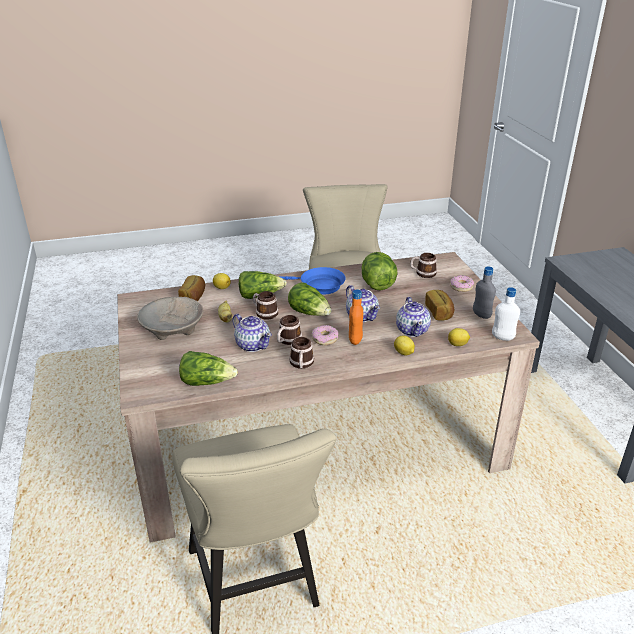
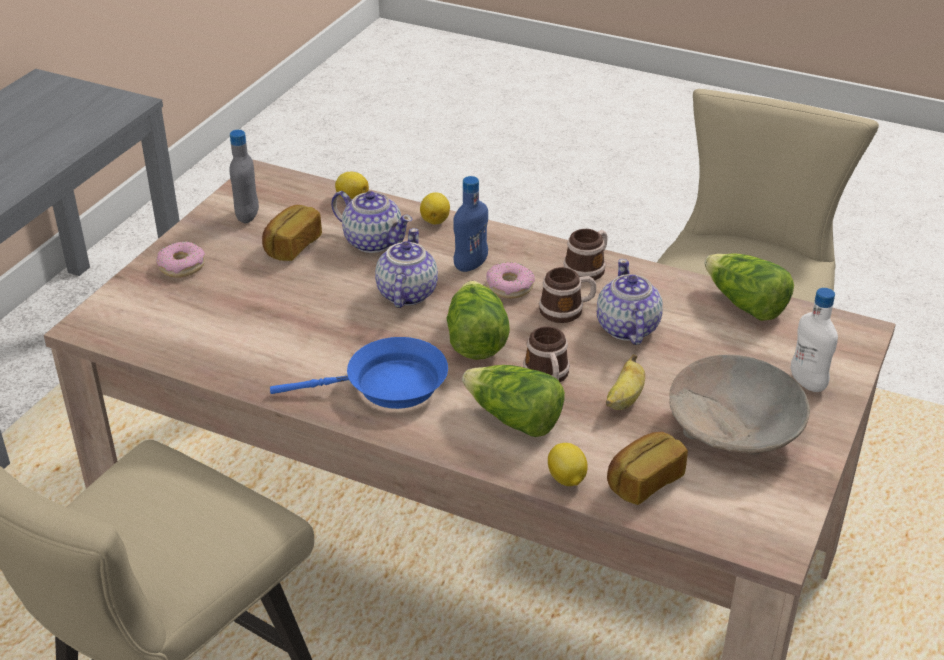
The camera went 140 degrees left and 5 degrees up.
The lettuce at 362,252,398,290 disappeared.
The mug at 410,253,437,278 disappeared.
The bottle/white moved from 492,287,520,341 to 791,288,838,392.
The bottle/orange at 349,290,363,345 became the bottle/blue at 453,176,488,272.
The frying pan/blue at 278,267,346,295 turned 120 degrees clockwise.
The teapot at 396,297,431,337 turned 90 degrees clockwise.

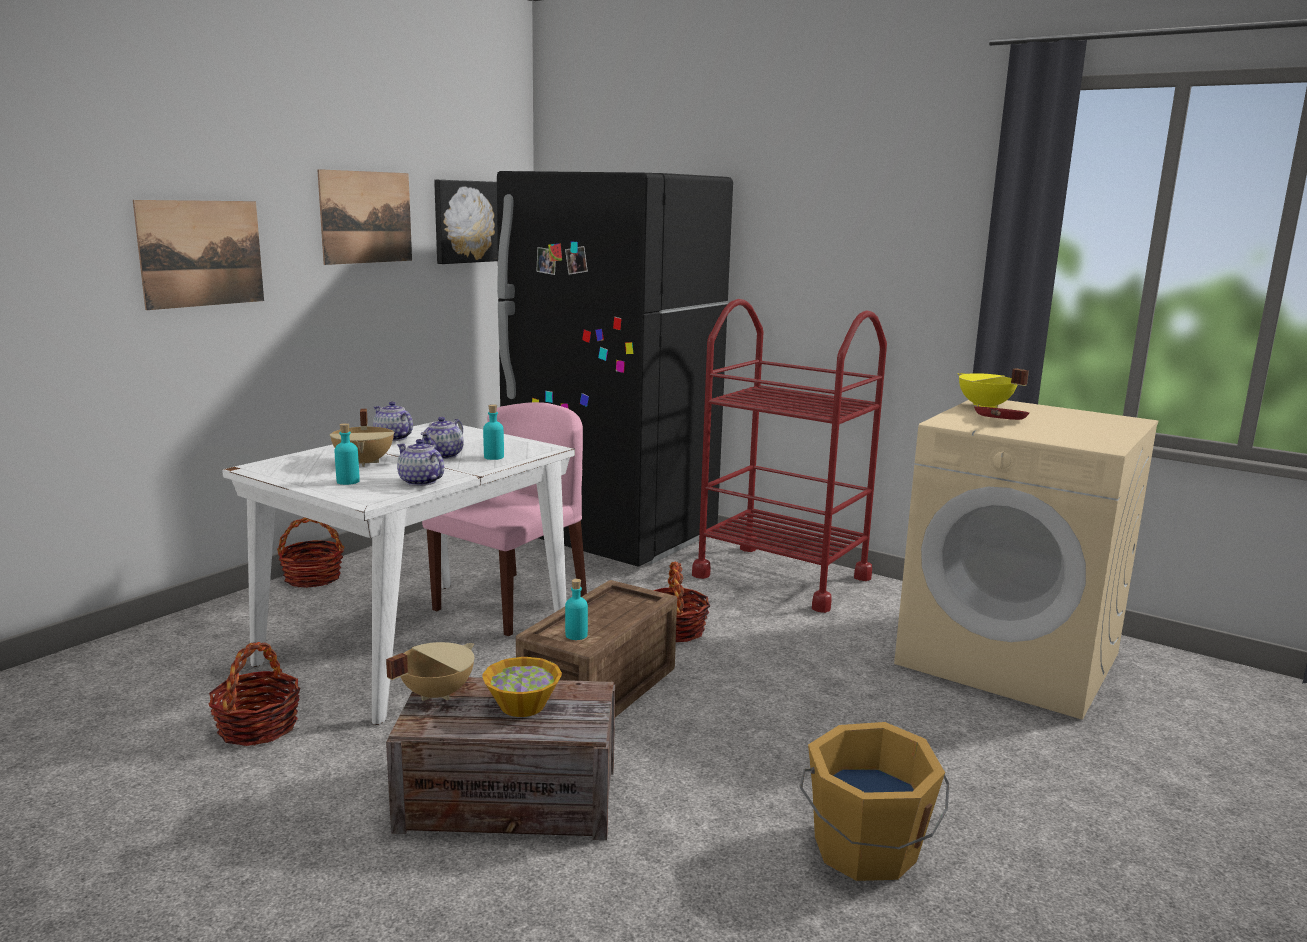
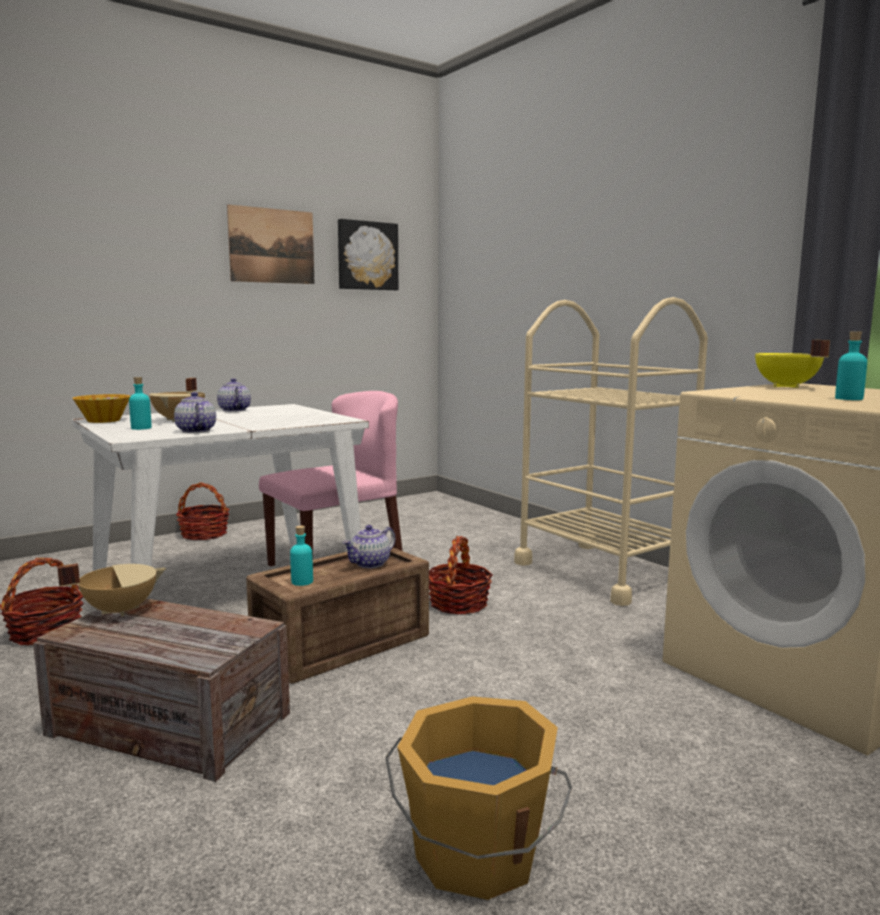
The camera went 20 degrees right and 5 degrees down.
The picture at 133,200,264,310 disappeared.
The fridge/black at 497,171,733,567 disappeared.
The frying pan/red at 974,406,1030,420 disappeared.
The teapot moved from 421,417,464,459 to 343,525,395,568.
The bowl moved from 482,657,562,717 to 73,394,131,423.
The bottle/turquoise moved from 483,404,504,460 to 835,331,867,400.
The cart/red at 692,299,887,613 became the cart/beige at 514,297,708,606.

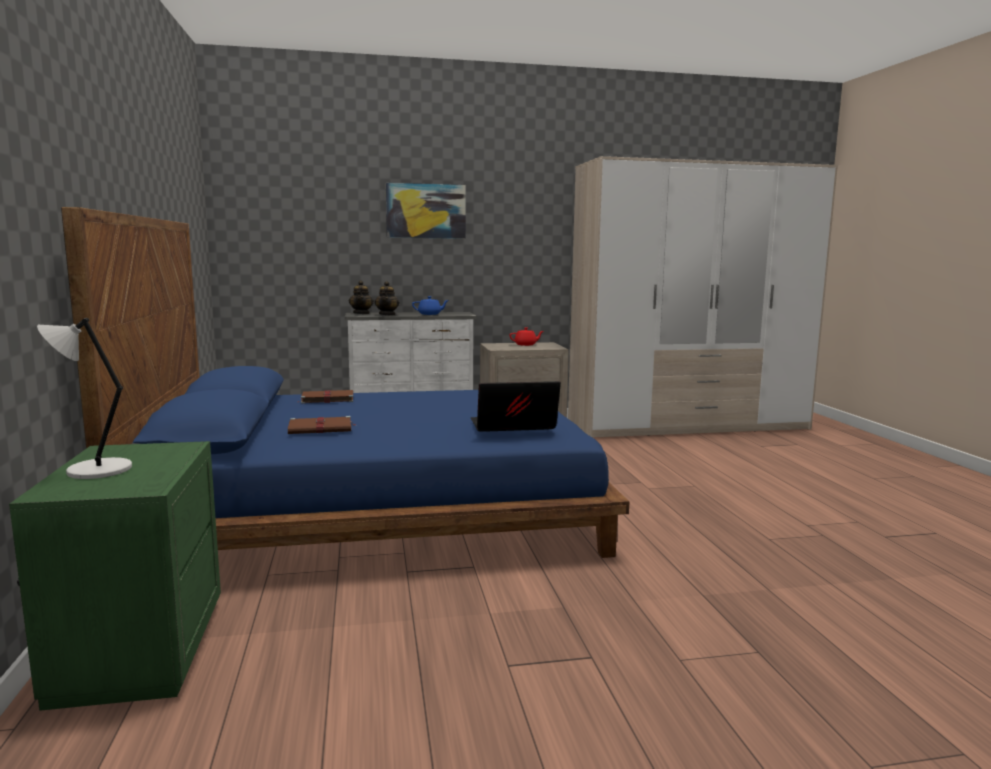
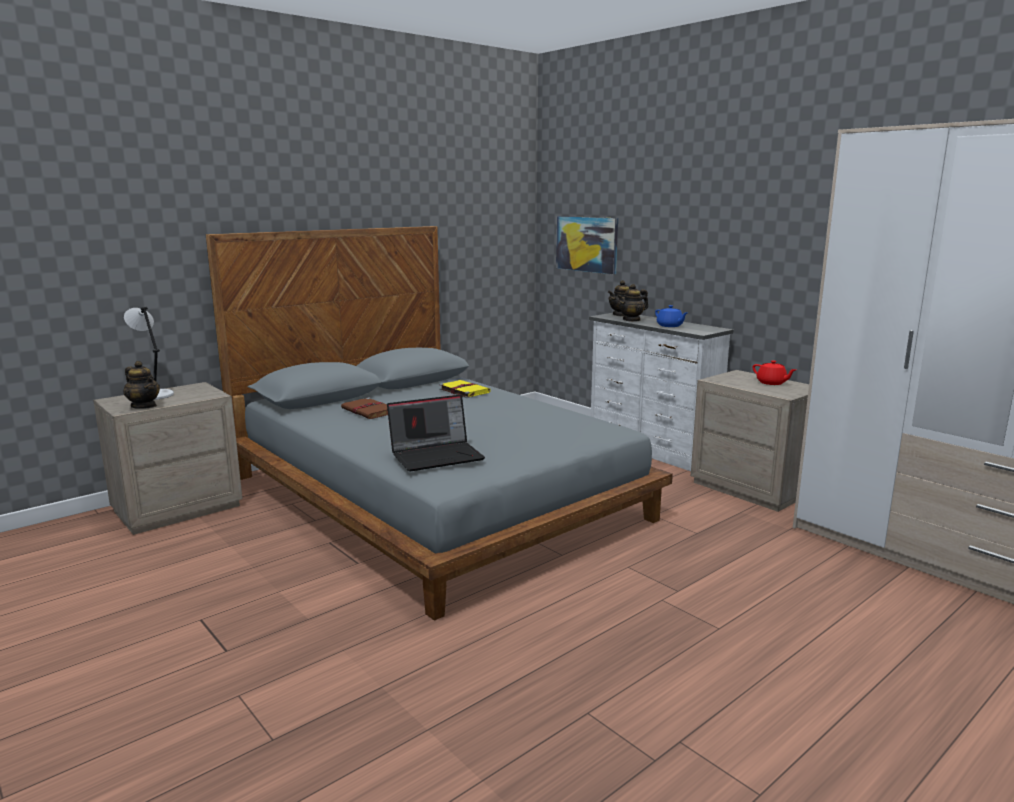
The camera went 60 degrees right and 5 degrees up.
The teapot at 123,361,160,409 appeared.
The picture moved from 386,183,466,239 to 556,216,618,275.
The nightstand/green at 9,441,221,711 became the nightstand/beige at 93,382,243,535.
The bed/blue at 61,207,629,558 became the bed/grey at 206,226,673,621.
The book/brown at 298,390,353,404 became the book/yellow at 439,380,491,398.
The laptop at 471,381,561,432 turned 105 degrees clockwise.

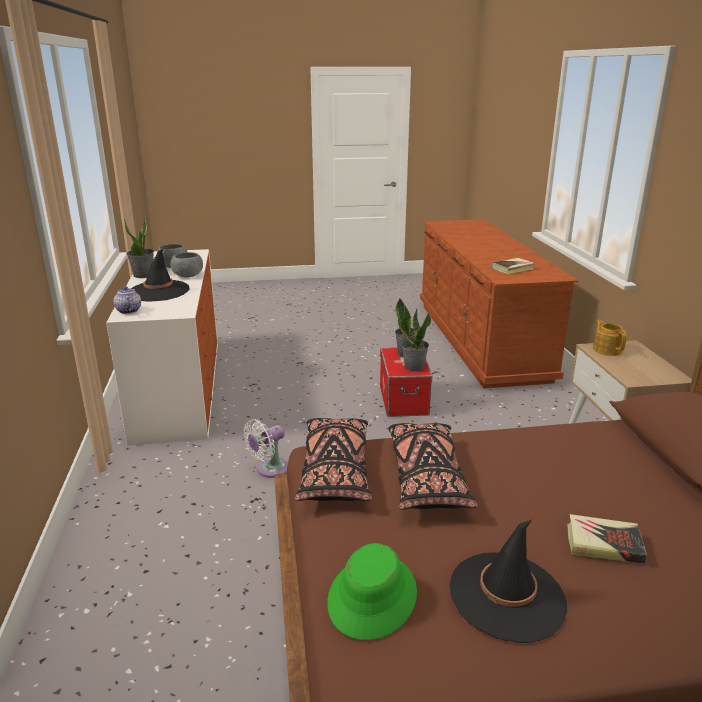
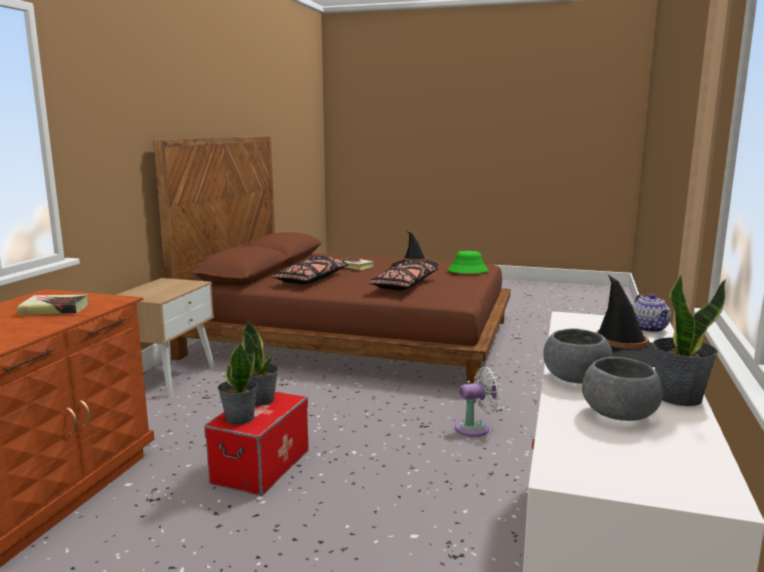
The camera went 155 degrees left and 10 degrees down.
The teapot at 593,320,627,356 disappeared.
The pillow/black moved from 295,418,372,501 to 272,256,349,285.

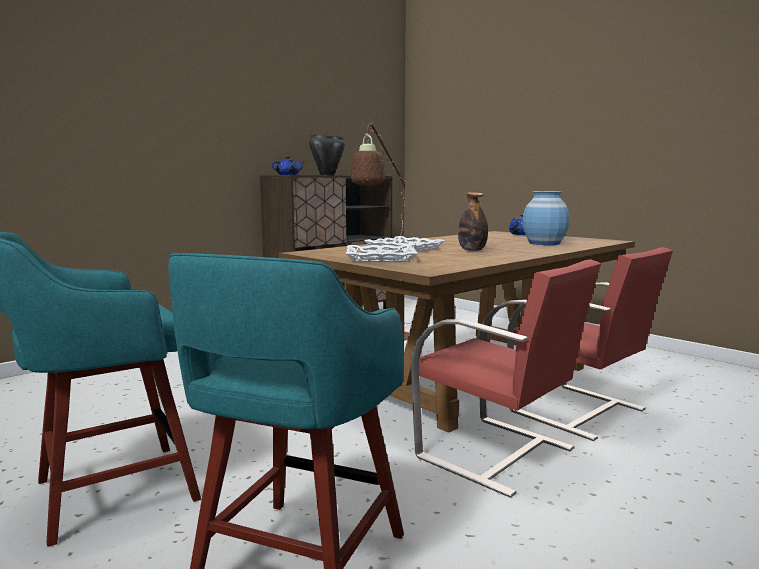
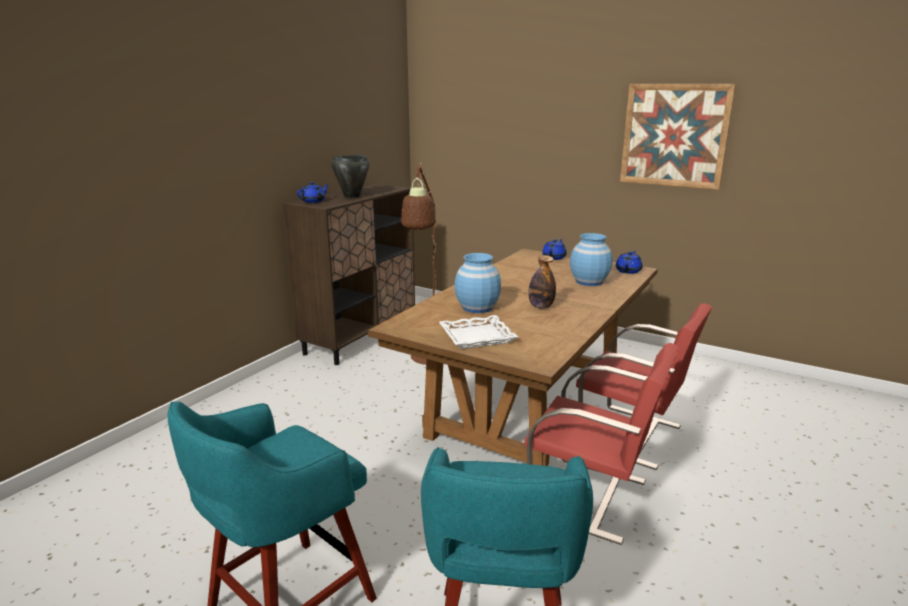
The camera went 15 degrees left and 10 degrees up.
The teapot/blue at 616,251,643,274 appeared.
The picture at 620,84,736,190 appeared.
The tray/white at 364,236,444,252 was replaced by the vase/blue at 454,253,501,313.

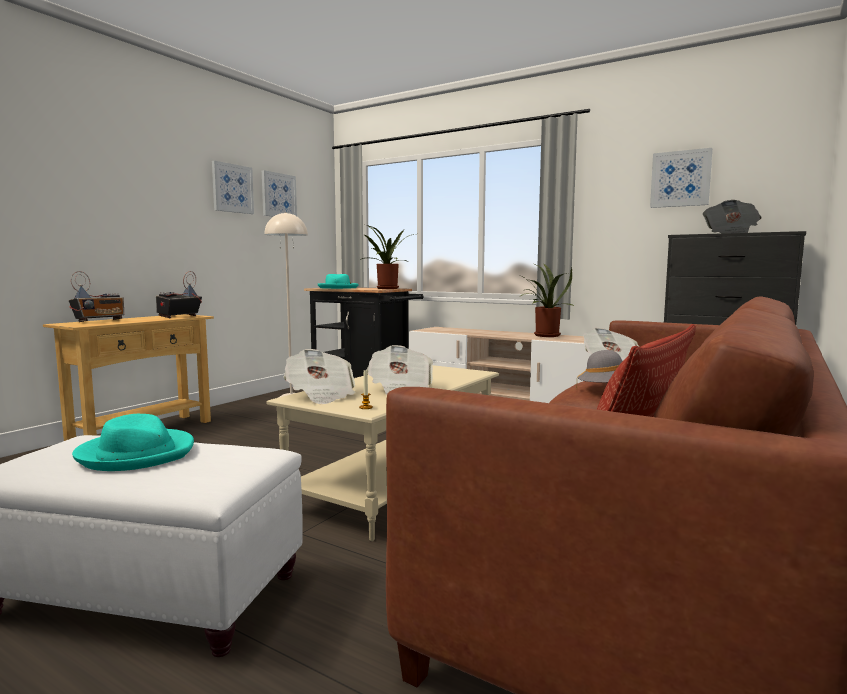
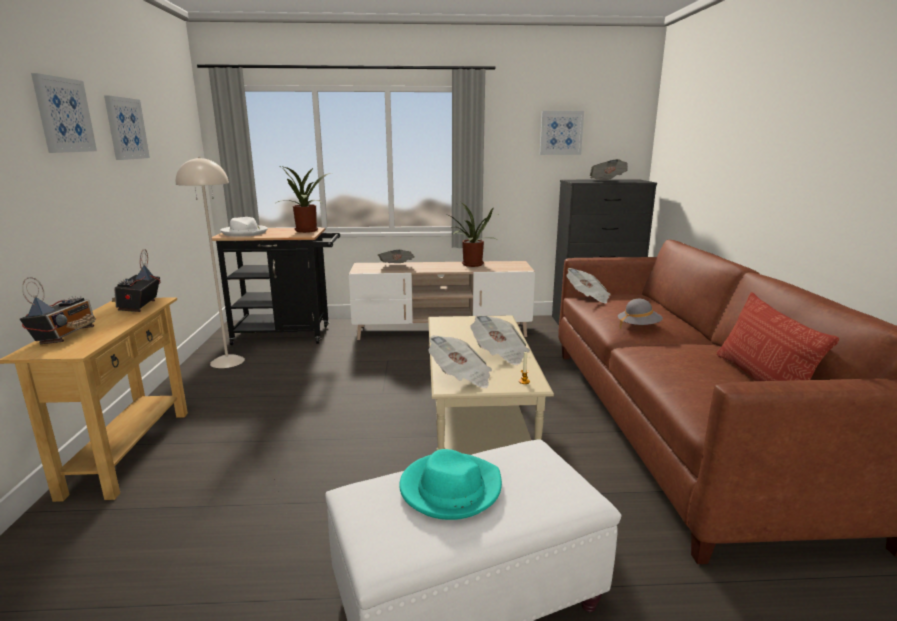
The camera went 35 degrees left and 10 degrees up.
The newspaper at 378,250,415,263 appeared.
The picture moved from 262,170,297,217 to 31,73,97,153.
The hat/turquoise at 318,274,359,289 became the hat/white at 220,217,268,237.

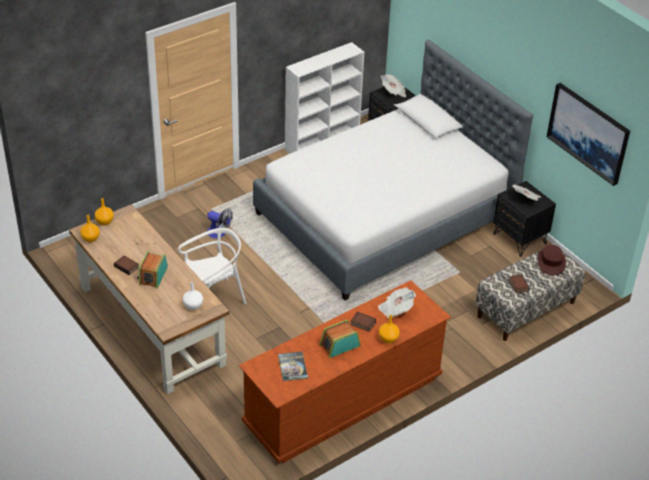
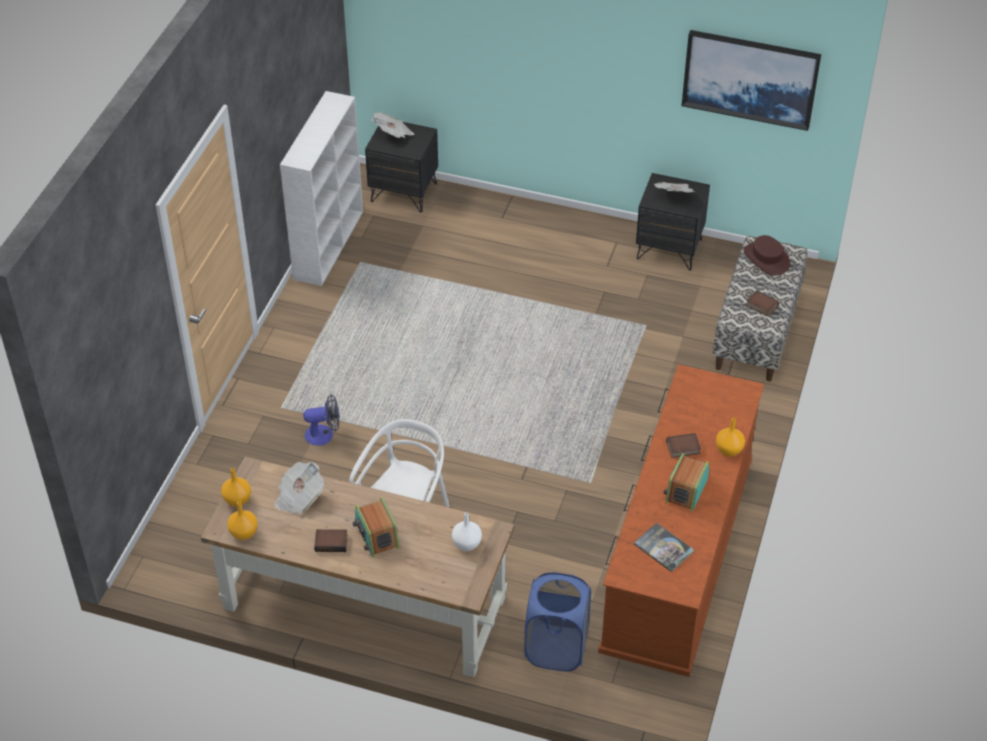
The camera went 35 degrees left and 5 degrees up.
The bed at 253,40,533,301 disappeared.
The laundry basket/blue at 524,572,591,672 appeared.
The newspaper moved from 378,287,416,319 to 274,462,324,515.

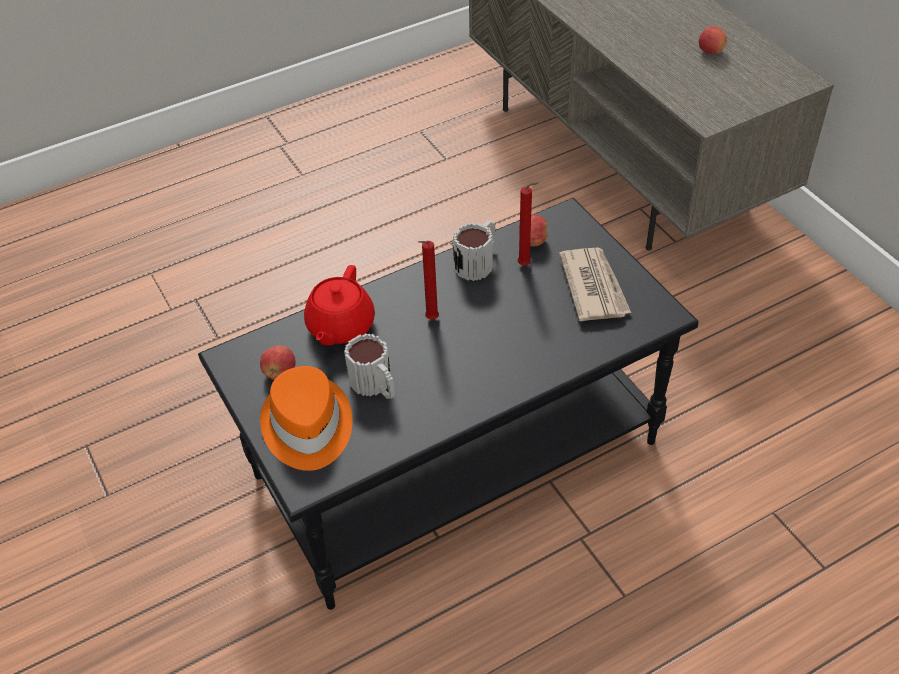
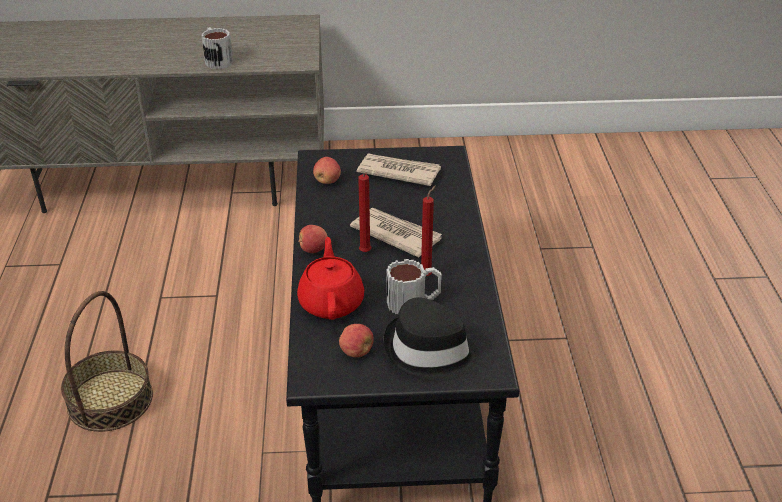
The camera went 65 degrees left and 10 degrees down.
The basket at 61,291,153,432 appeared.
The newspaper at 350,208,442,257 appeared.
The mug moved from 453,220,495,281 to 201,27,233,69.
The candle/red moved from 518,182,538,265 to 421,185,436,276.
The apple moved from 699,26,727,54 to 298,225,328,253.
The hat/orange at 260,366,352,471 became the hat/black at 384,297,481,381.
The teapot/red at 304,265,375,345 turned 135 degrees counterclockwise.

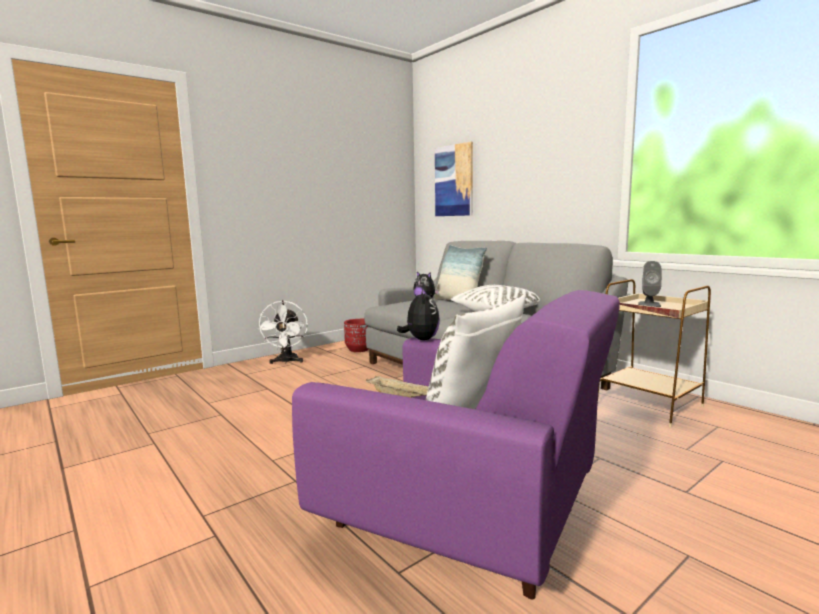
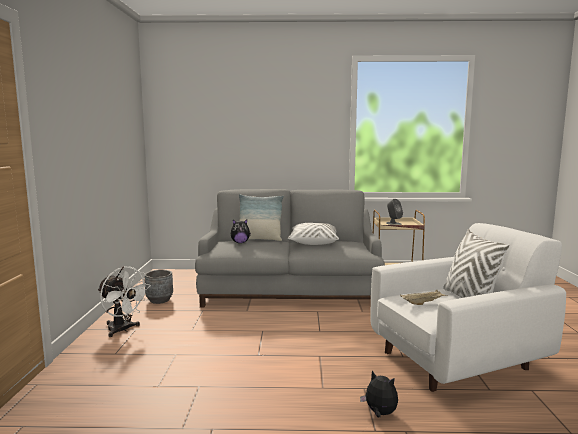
The camera went 50 degrees left and 0 degrees up.
The picture at 435,142,473,216 disappeared.
The plush toy moved from 397,289,440,340 to 360,371,398,418.
The armchair/purple at 292,290,620,599 became the armchair/white at 371,223,566,392.
The planter/red at 344,319,369,352 became the planter/grey at 144,269,173,304.

